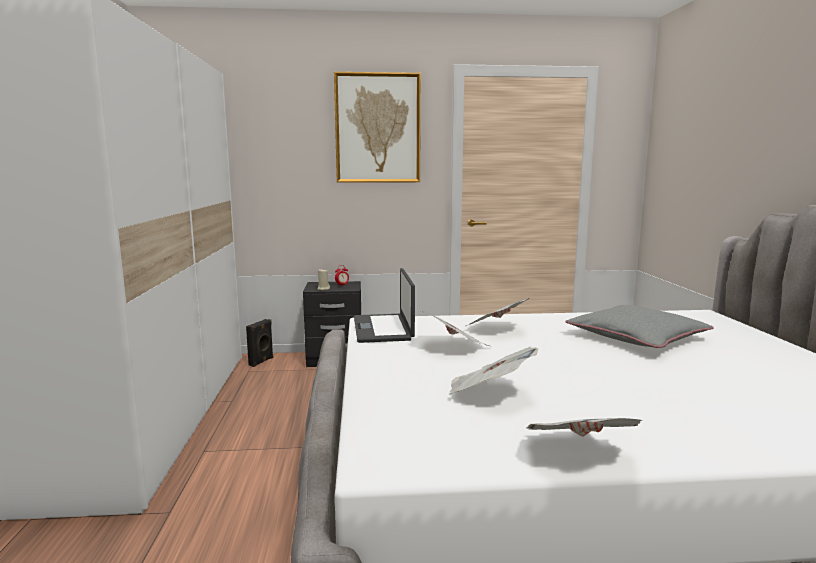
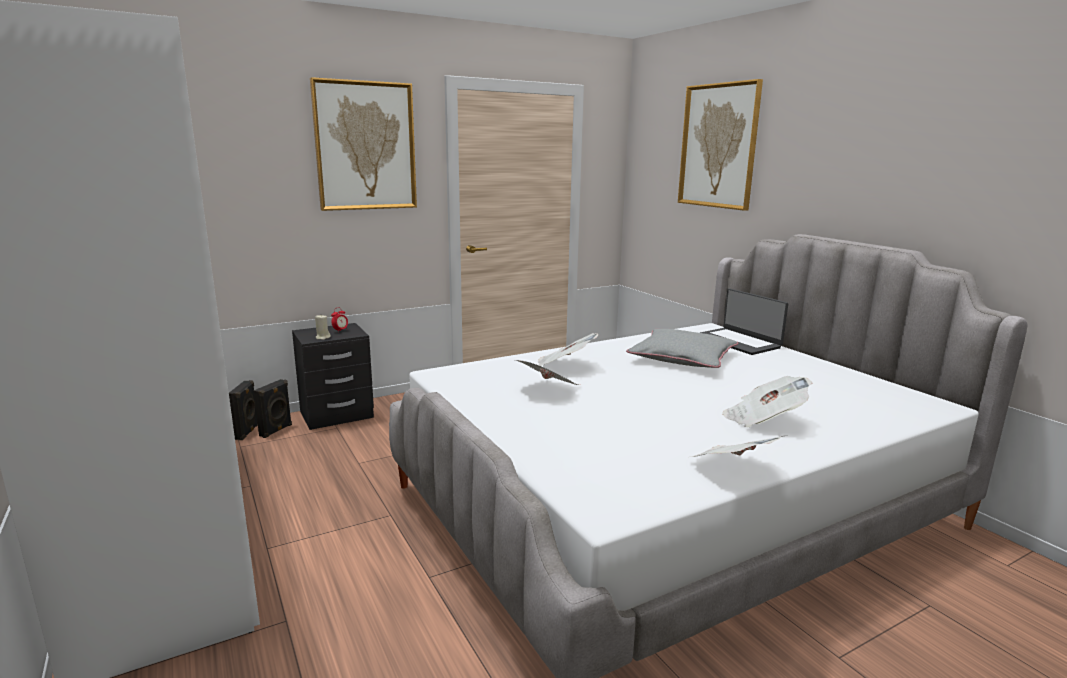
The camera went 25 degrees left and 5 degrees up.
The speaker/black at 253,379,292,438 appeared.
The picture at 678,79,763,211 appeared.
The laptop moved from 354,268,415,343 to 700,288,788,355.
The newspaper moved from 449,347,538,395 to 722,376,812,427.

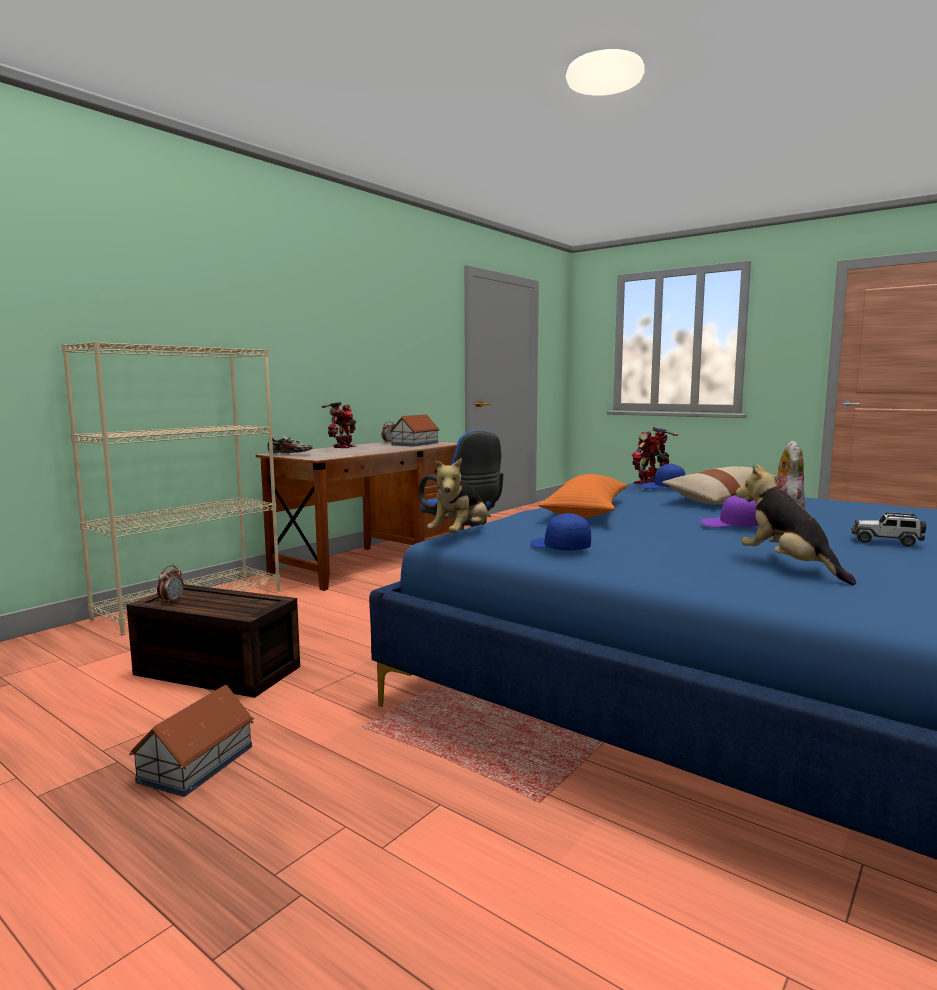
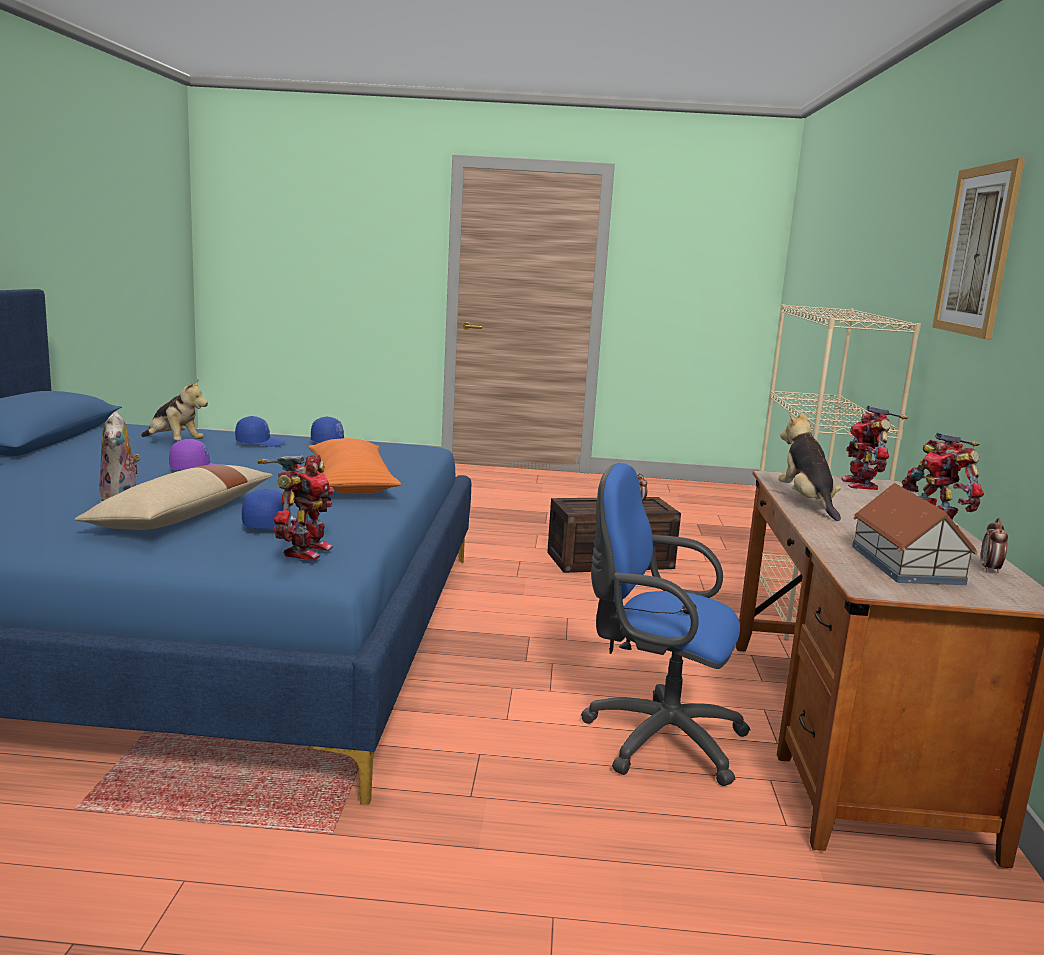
The camera went 145 degrees right and 5 degrees up.
The toy house at 129,685,254,797 disappeared.
The toy car at 851,512,926,546 disappeared.
The cap/blue at 235,416,286,447 appeared.
The picture at 932,158,1025,340 appeared.
The plush toy moved from 427,458,488,533 to 779,412,841,521.
The shoe at 267,435,313,454 was replaced by the toy robot at 841,405,908,490.

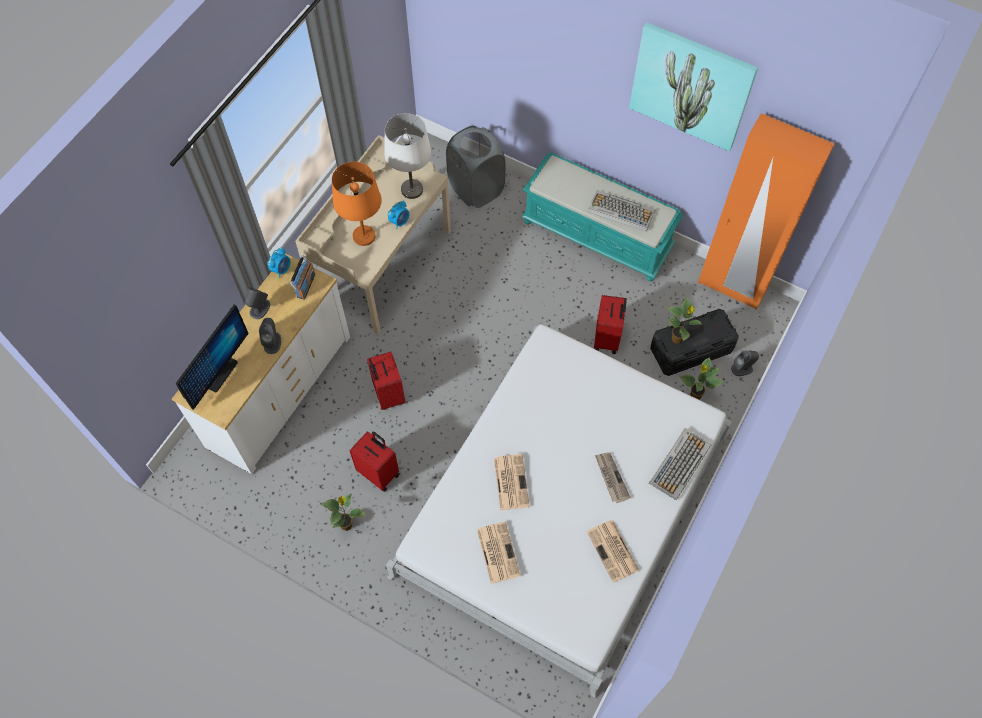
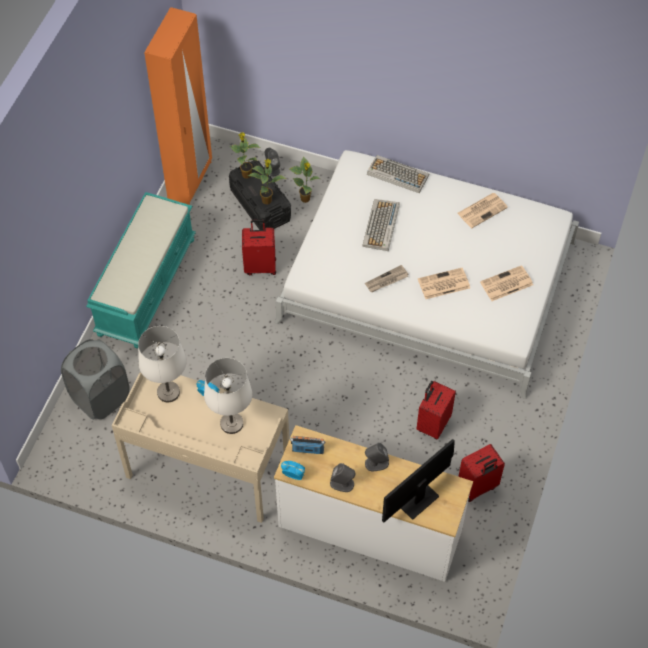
The camera went 100 degrees left and 5 degrees down.
The picture at 629,22,758,151 disappeared.
The potted plant moved from 320,493,366,531 to 230,132,260,179.
The suitcase/red moved from 367,352,405,410 to 458,444,505,502.
The keyboard moved from 588,190,656,232 to 362,199,400,251.
The newspaper moved from 595,453,631,503 to 365,265,409,292.
The table lamp/orange at 332,162,382,246 became the table lamp/white at 204,358,253,434.
The monitor at 176,304,249,410 turned 60 degrees counterclockwise.

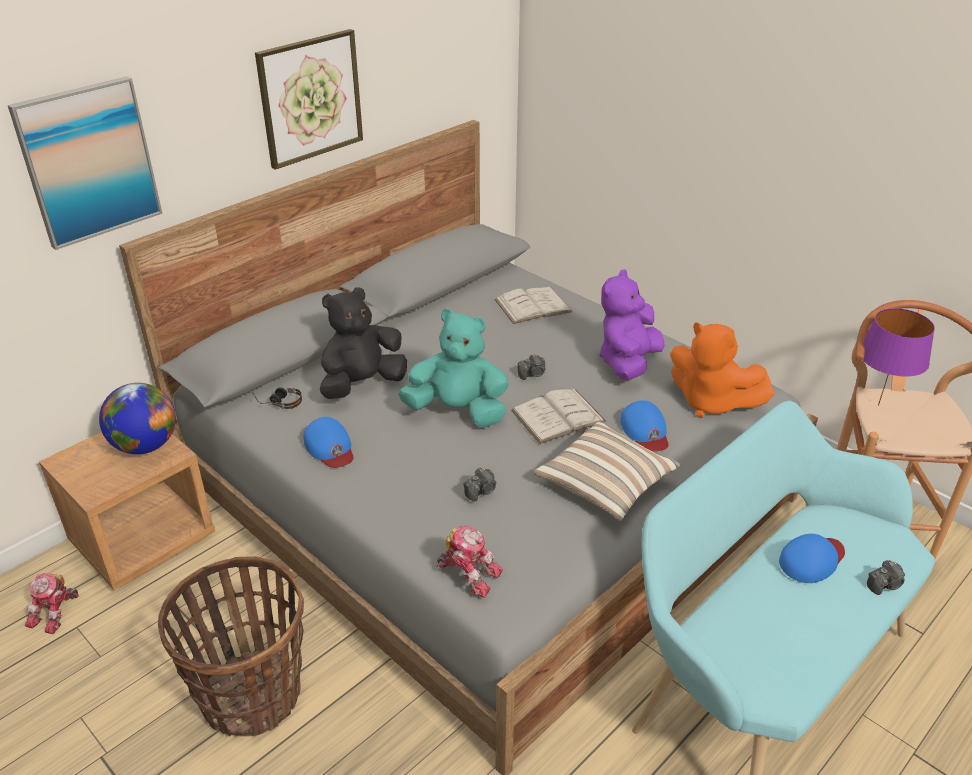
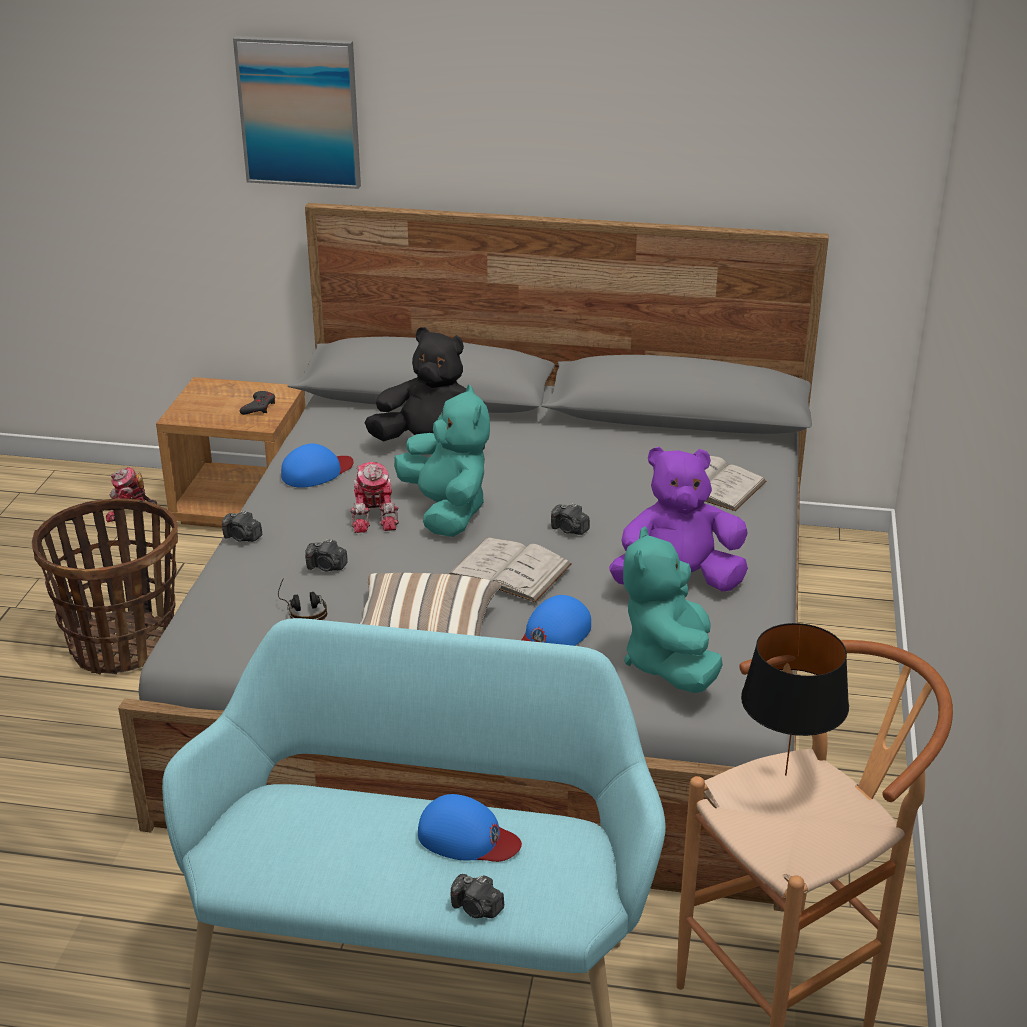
The camera went 55 degrees right and 5 degrees down.
The picture at 255,29,363,170 disappeared.
The photo camera at 222,510,262,542 appeared.
The headphones moved from 252,387,302,409 to 278,578,327,620.
The toy robot moved from 437,526,503,598 to 350,462,399,533.
The globe at 99,383,176,454 was replaced by the game controller/grey at 240,391,275,415.
The plush toy/orange at 670,322,774,418 became the plush toy/turquoise at 623,526,723,693.
The table lamp/purple at 863,308,935,406 became the table lamp/black at 741,623,849,776.
The cap/blue at 303,417,354,468 turned 150 degrees counterclockwise.

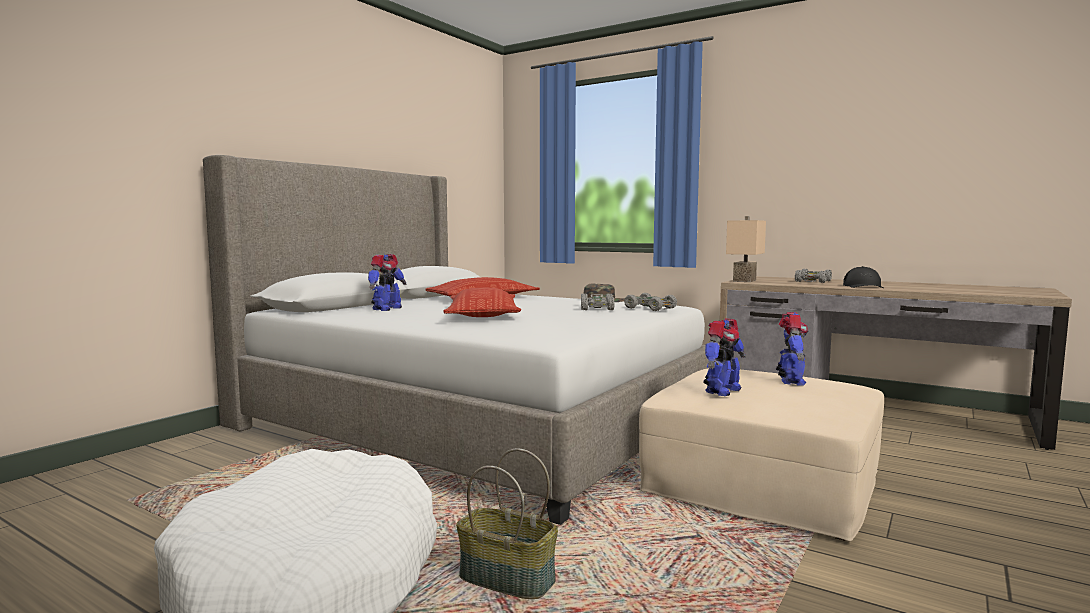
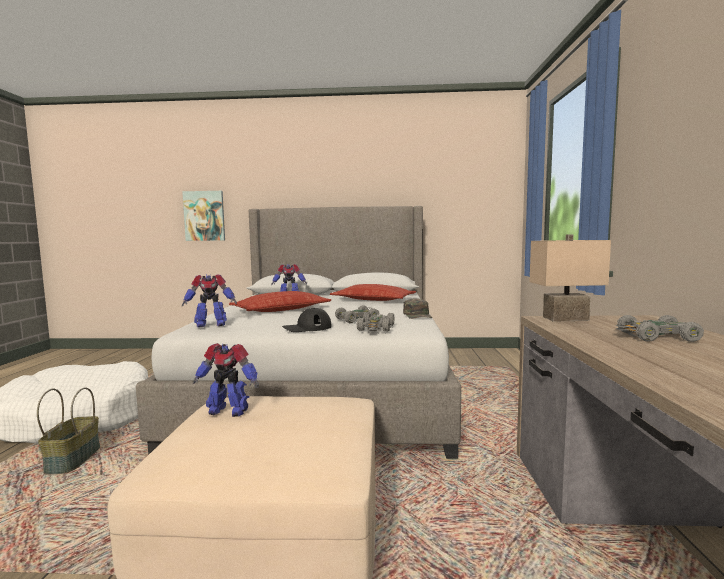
The camera went 60 degrees right and 0 degrees up.
The picture at 182,191,225,241 appeared.
The toy robot moved from 776,312,808,386 to 182,274,237,327.
The cap/black moved from 843,266,884,288 to 282,308,332,332.

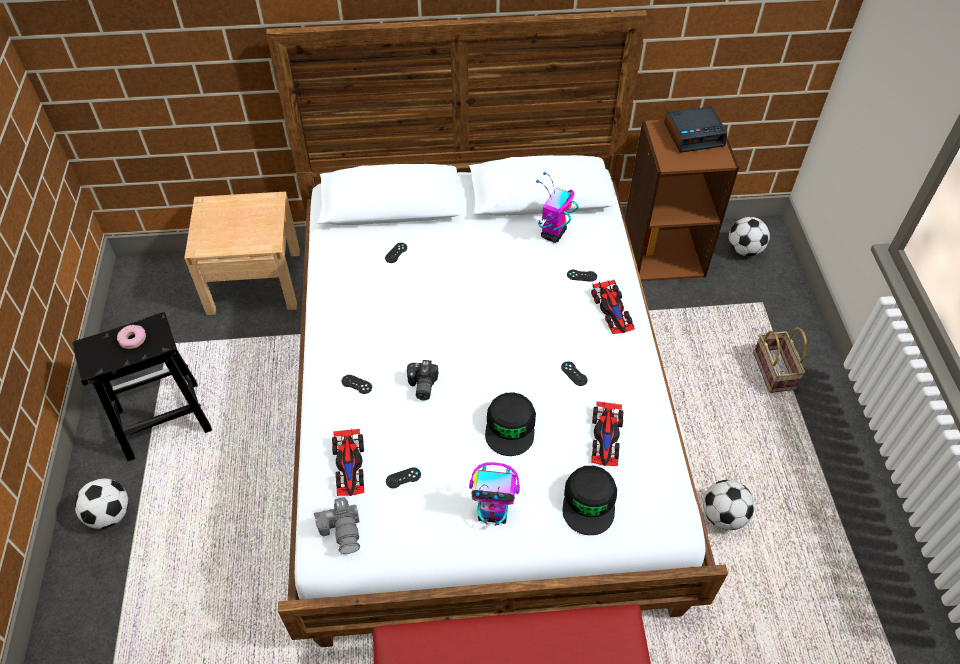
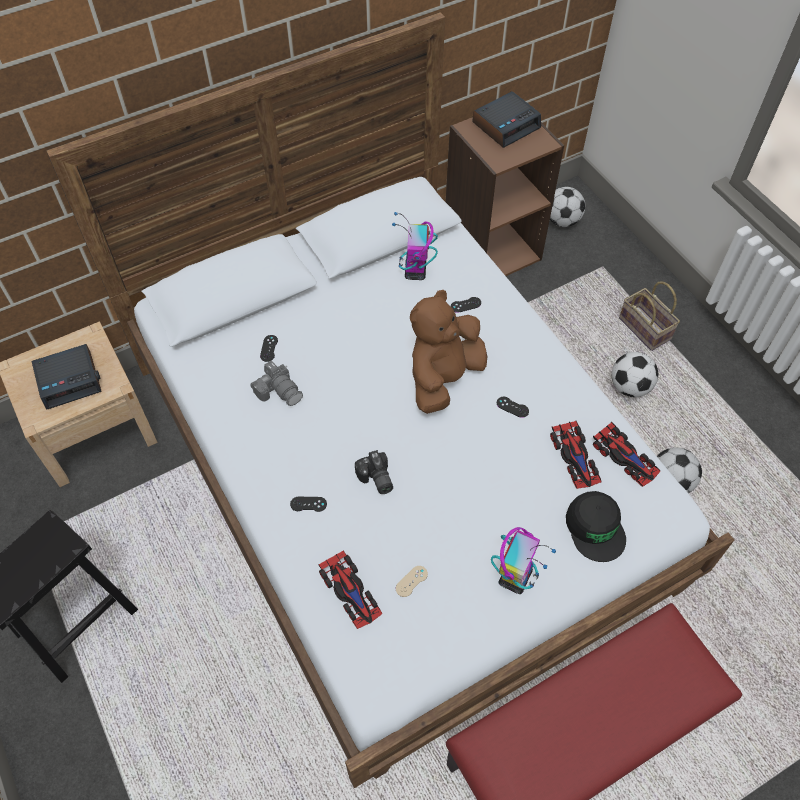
The camera went 25 degrees left and 5 degrees up.
The donut at 117,325,146,349 disappeared.
The cap/black at 485,392,536,456 disappeared.
The alarm clock at 32,344,102,410 appeared.
The plush toy/brown at 410,290,487,414 appeared.
The football moved from 75,478,129,529 to 612,352,658,397.
The photo camera moved from 314,497,360,554 to 250,361,303,406.
The toy car moved from 591,280,635,334 to 593,422,661,487.
The game controller/black at 386,467,421,488 became the game controller/beige at 396,566,428,597.
The toy robot at 469,462,520,526 turned 45 degrees counterclockwise.

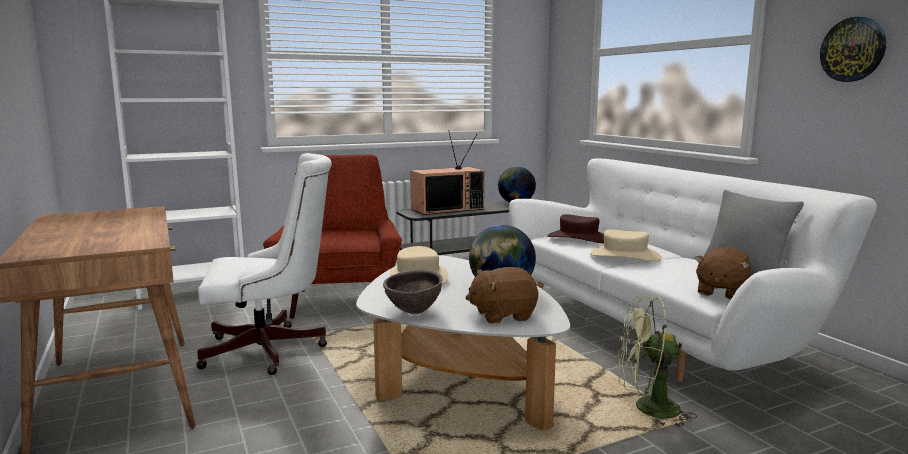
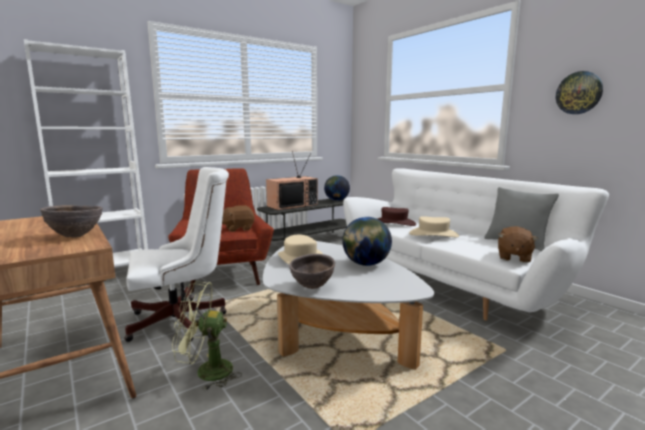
The camera went 10 degrees left and 0 degrees up.
The bowl/brown at 40,205,103,238 appeared.
The plush toy/brown moved from 466,267,538,324 to 222,205,255,232.
The fan/green moved from 617,296,697,427 to 172,281,242,391.

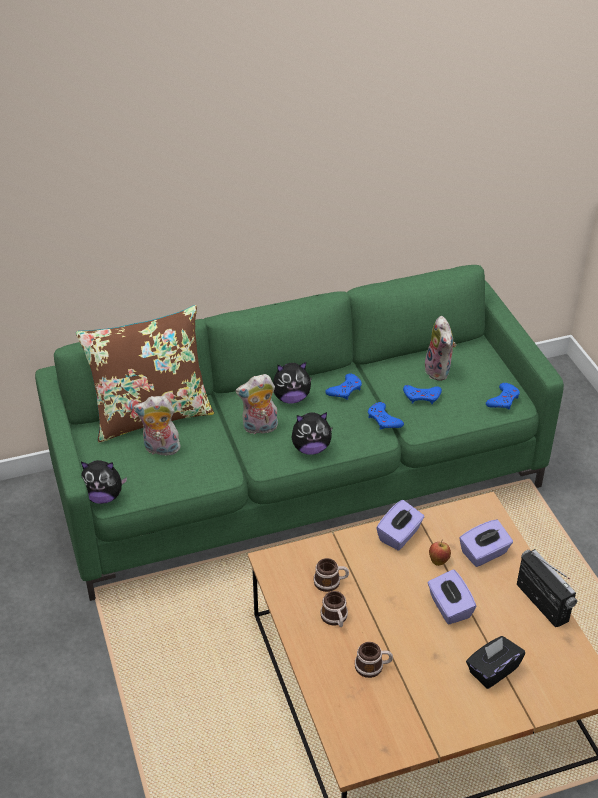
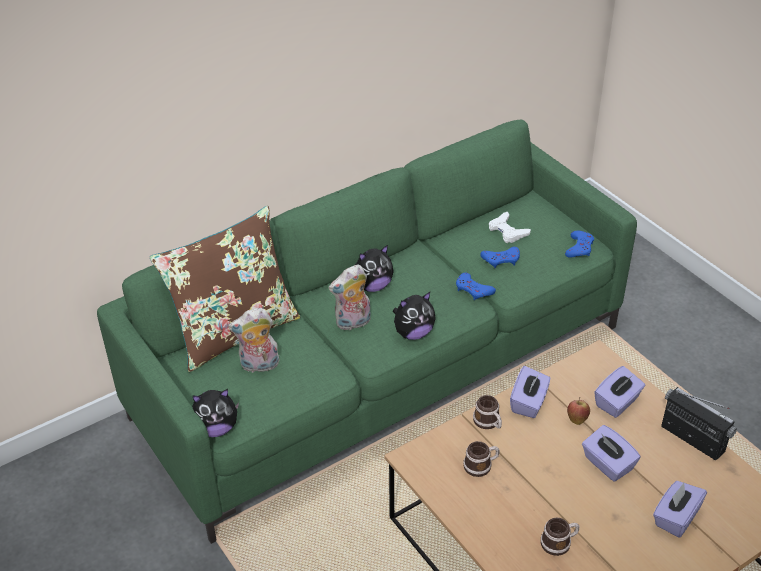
The camera went 15 degrees left and 0 degrees up.
The game controller/blue at 325,373,362,400 disappeared.
The mug moved from 320,591,348,627 to 473,395,502,429.
The plush toy at 422,316,456,381 was replaced by the game controller/white at 489,212,531,243.
The tissue box/black at 466,636,525,689 became the tissue box/purple at 653,481,707,538.

